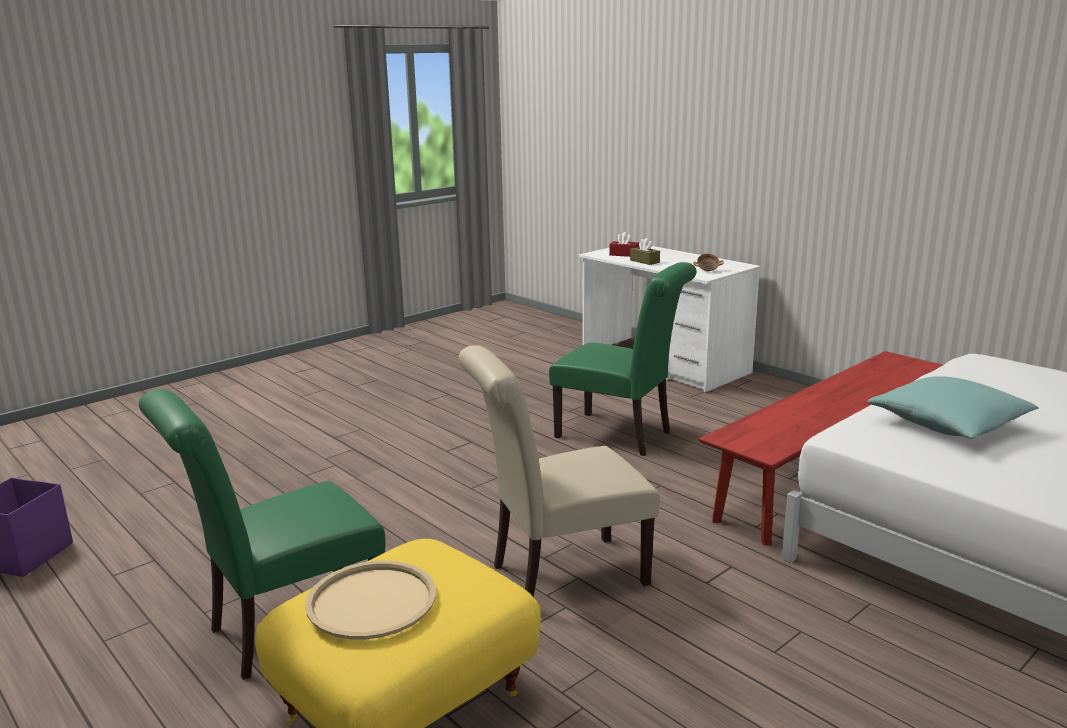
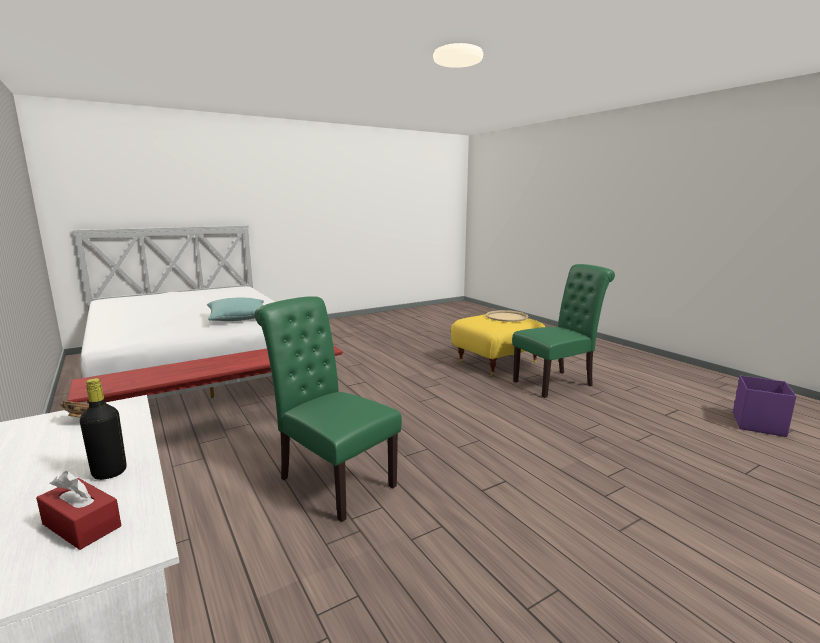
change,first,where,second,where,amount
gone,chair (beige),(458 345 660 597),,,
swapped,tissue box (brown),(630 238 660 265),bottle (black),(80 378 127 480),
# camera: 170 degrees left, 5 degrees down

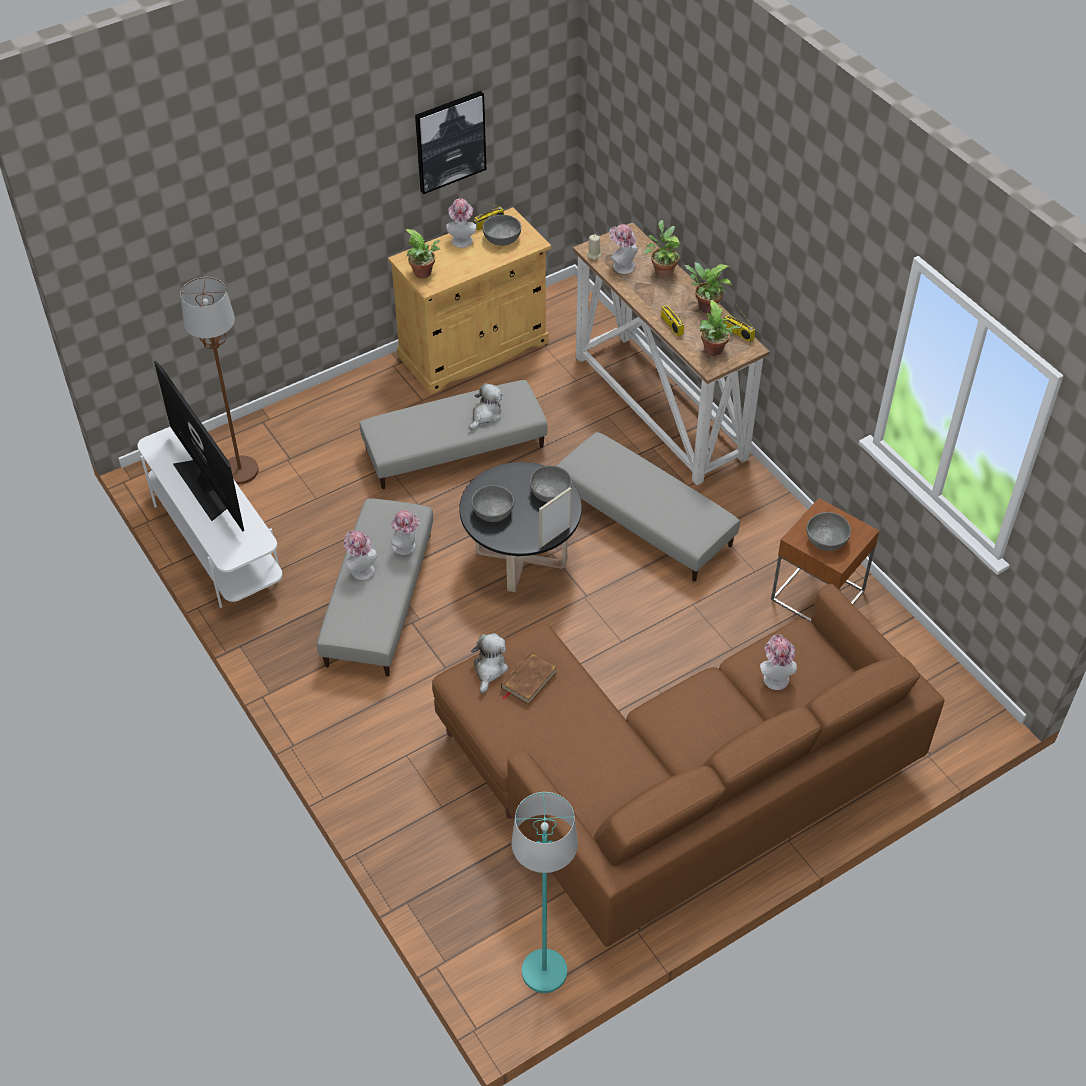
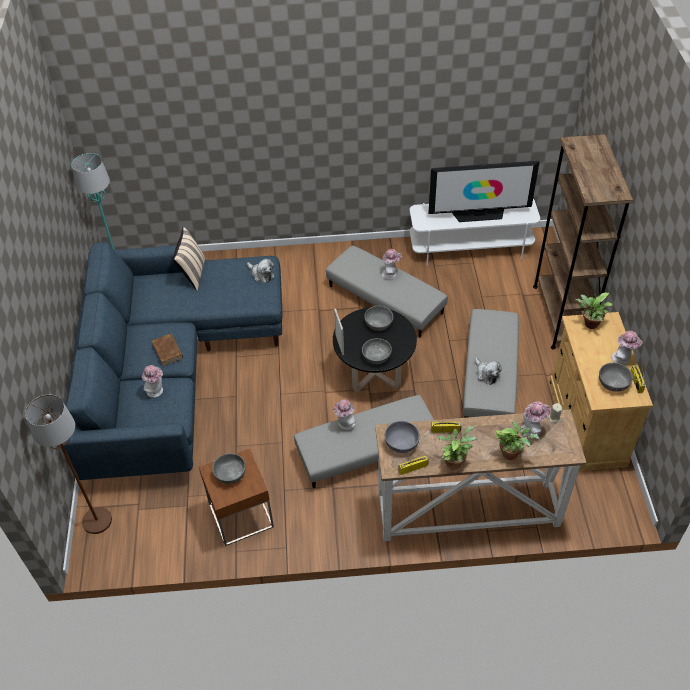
change,first,where,second,where,amount
gone,picture,(415 91 486 194),,,
new,,,pillow (beige),(173 227 206 291),
new,,,bookcase (brown),(533 134 633 350),
shifted,floor lamp (brown),(180 277 259 484),,(25 395 112 534),
shifted,hat,(391 510 420 555),,(333 399 356 430),
shifted,book (brown),(501 651 558 705),,(152 333 183 366),
swapped,potted plant,(699 300 741 356),bowl (grey),(385 421 420 453),
repainted,sofa (brown),(432 584 945 947),sofa (blue),(64 242 283 480),
# camera: 120 degrees right, 0 degrees up

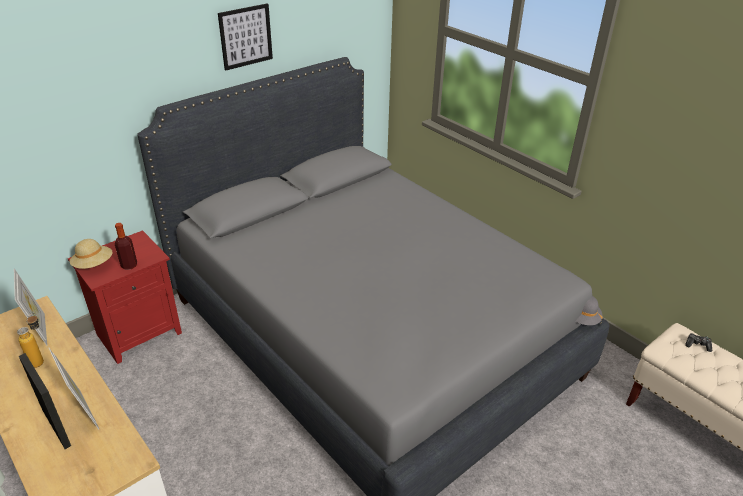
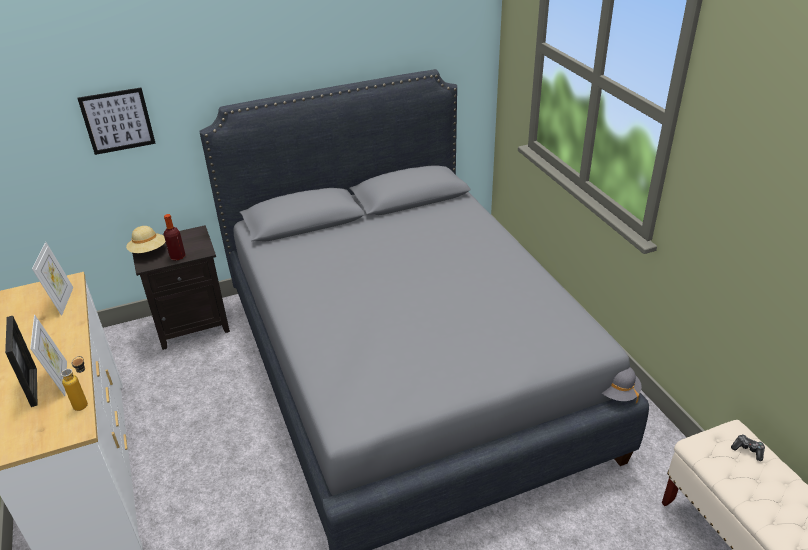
change,first,where,second,where,amount
shifted,bottle,(17 313 44 368),,(61 356 88 411),
shifted,picture,(218 3 273 70),,(77 87 156 155),
repainted,nightstand (red),(68 230 182 364),nightstand (black),(132 225 230 350),
# camera: 20 degrees right, 0 degrees up

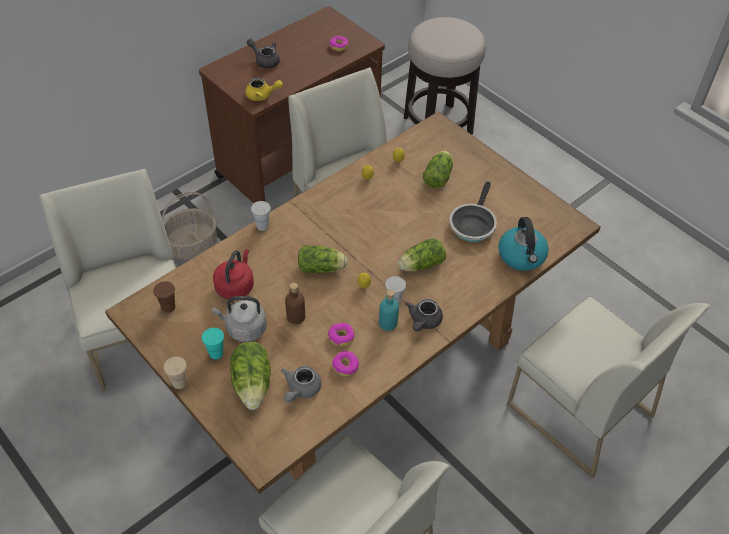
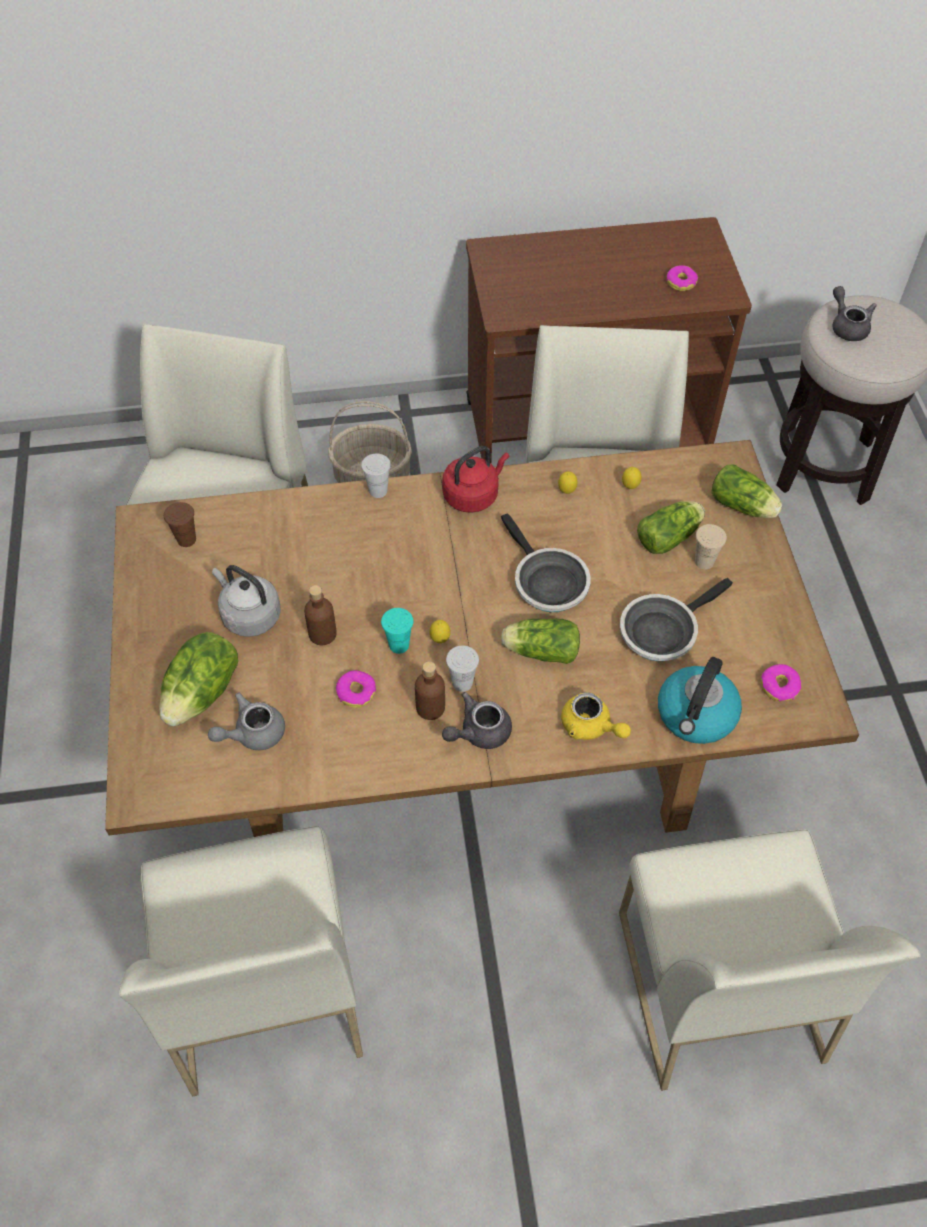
change,first,where,second,where,amount
new,,,frying pan,(501 513 591 612),
shifted,cup (beige),(163 357 187 389),,(695 524 727 569),
shifted,cup (turquoise),(202 328 224 359),,(381 608 413 654),
shifted,kettle (red),(213 249 254 299),,(442 446 509 513),
shifted,teapot (yellow),(245 78 283 101),,(561 692 631 740),
shifted,teapot (grey),(247 39 280 68),,(832 286 877 341),
shifted,lettuce,(298 245 348 273),,(712 464 782 518),
shifted,donut,(332 351 359 376),,(761 664 801 702),
repainted,bottle (turquoise),(379 290 399 331),bottle (brown),(415 661 445 720),
# camera: 35 degrees right, 5 degrees up

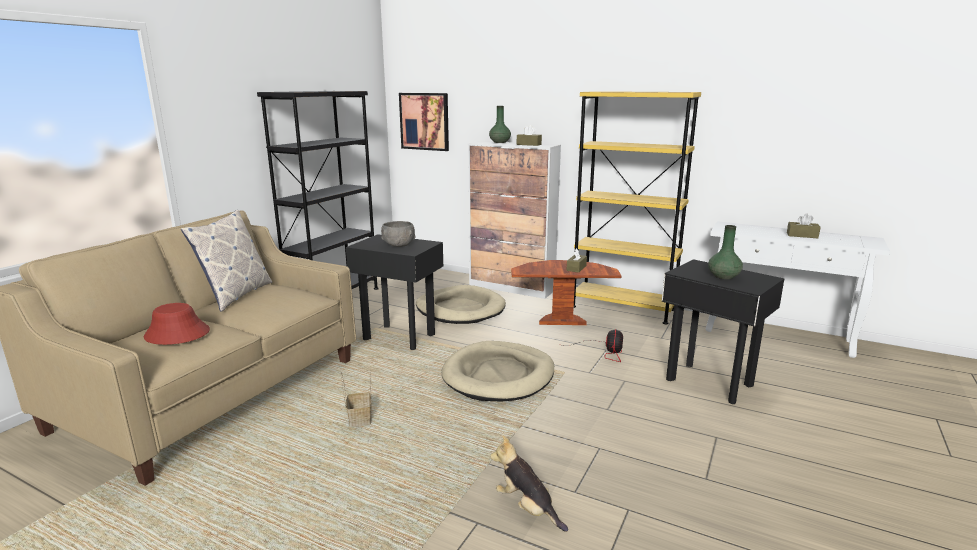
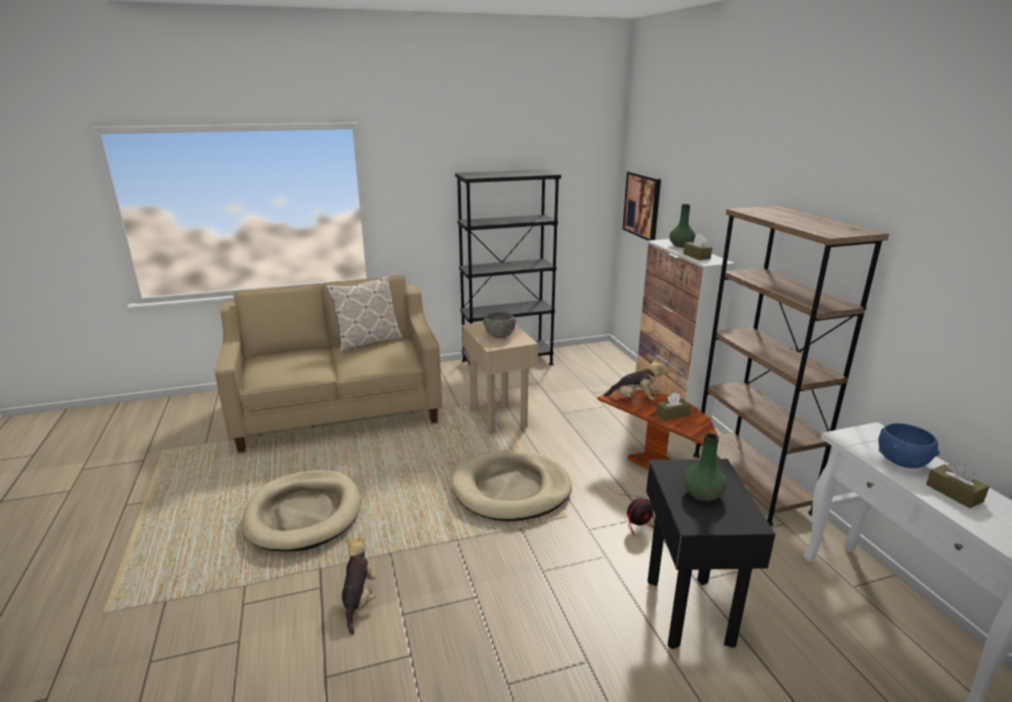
change,first,where,second,where,amount
gone,hat (red),(144 303 210 345),,,
gone,basket,(341 372 372 427),,,
new,,,plush toy,(603 357 666 400),
new,,,bowl (blue),(878 423 939 468),
shifted,dog bed (beige),(416 285 506 324),,(242 470 361 552),
repainted,side table (black),(346 234 443 350),side table (beige),(462 322 538 434),
repainted,bookcase (yellow),(574 91 701 324),bookcase (brown),(693 206 889 526),
# camera: 45 degrees right, 5 degrees up

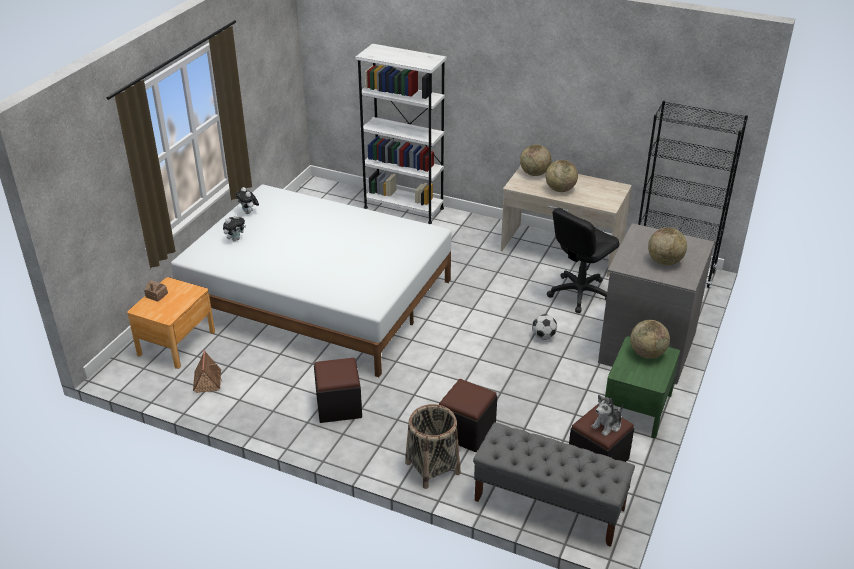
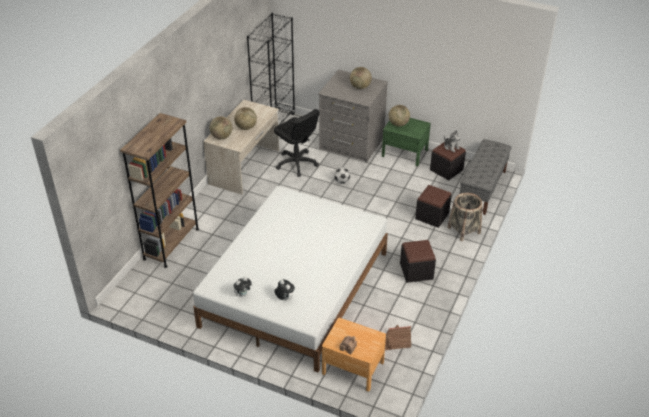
change,first,where,second,where,amount
repainted,bookcase (white),(355 44 447 224),bookcase (brown),(120 113 199 268),
# camera: 90 degrees left, 5 degrees up

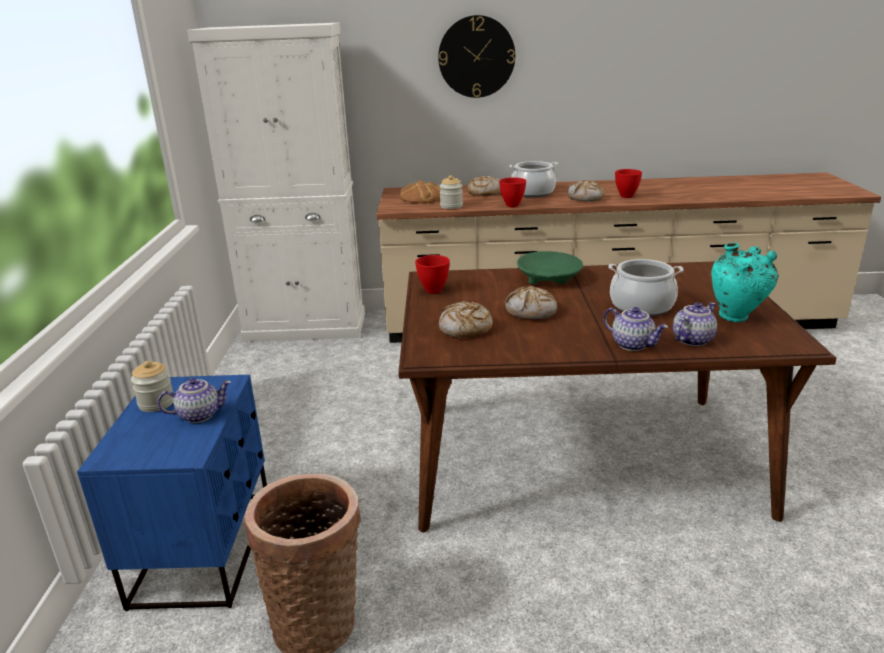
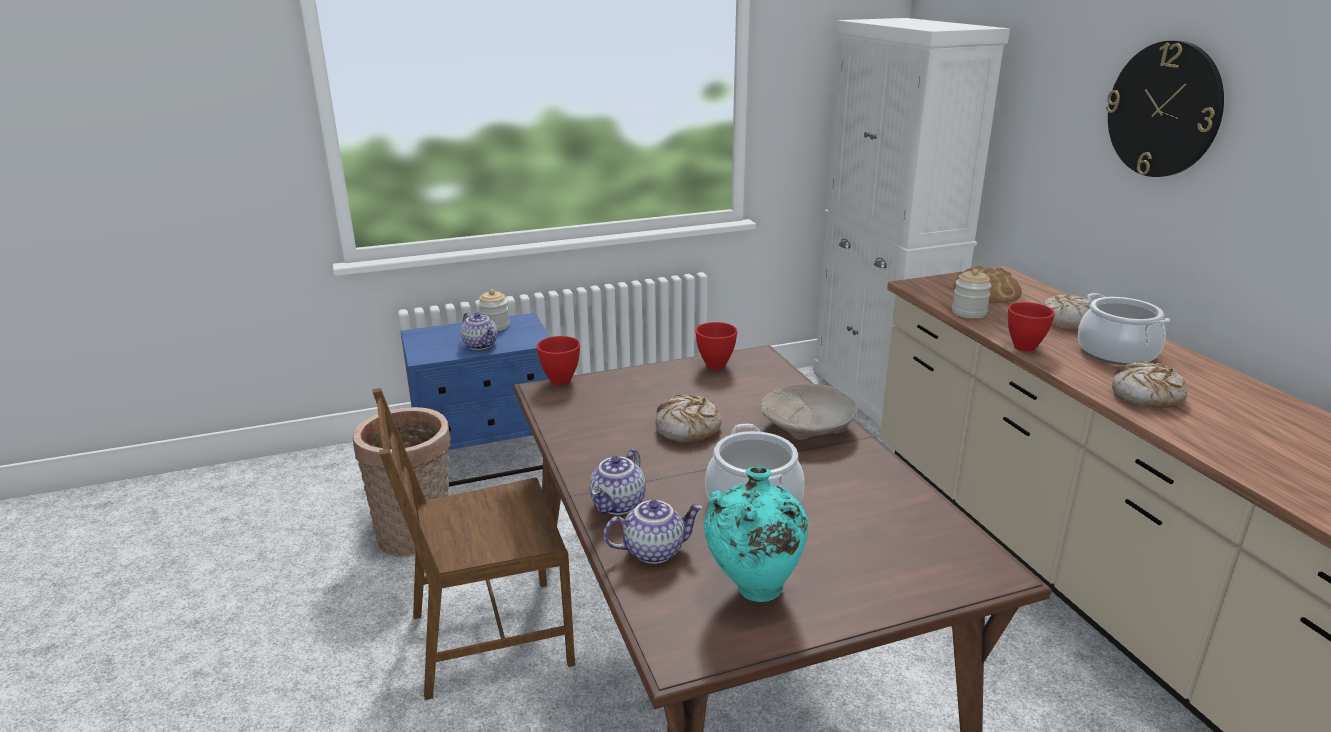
change,first,where,second,where,amount
gone,bread,(439 301 493 338),,,
new,,,chair (brown),(372 388 575 700),
shifted,bowl (red),(615 169 642 198),,(536 336 580 386),
repainted,bowl (green),(517 251 583 284),bowl (beige),(761 384 858 440),
rotated,teapot,(673 302 717 346),,(603 500 703 564),45 degrees counterclockwise
# camera: 70 degrees right, 0 degrees up

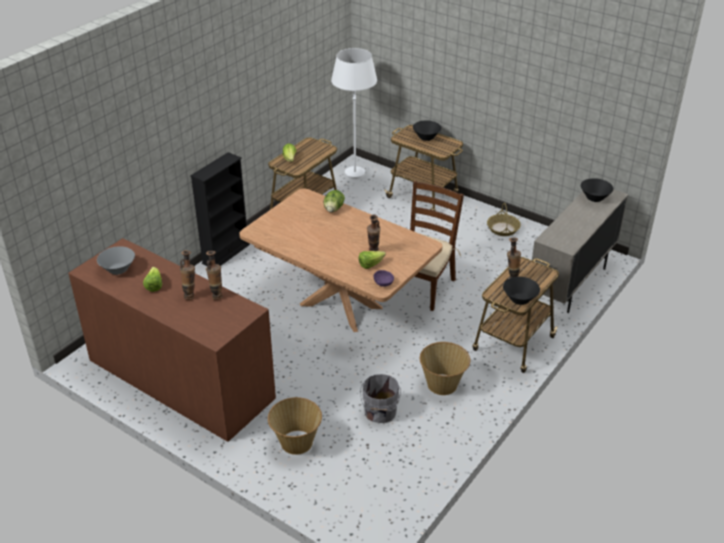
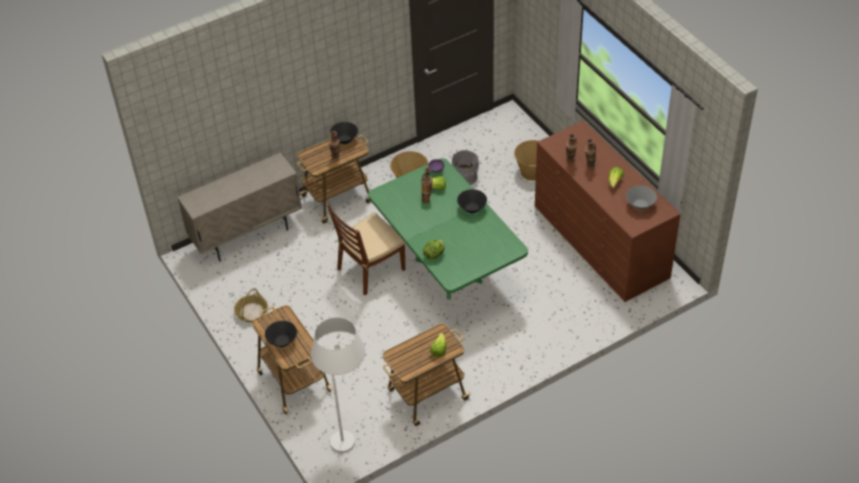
change,first,where,second,where,amount
gone,bookcase (black),(190 152 250 266),,,
shifted,bowl (black),(581 178 614 202),,(457 189 487 213),
repainted,dining table (brown),(239 188 443 332),dining table (green),(368 158 528 300),
# camera: 155 degrees left, 10 degrees up

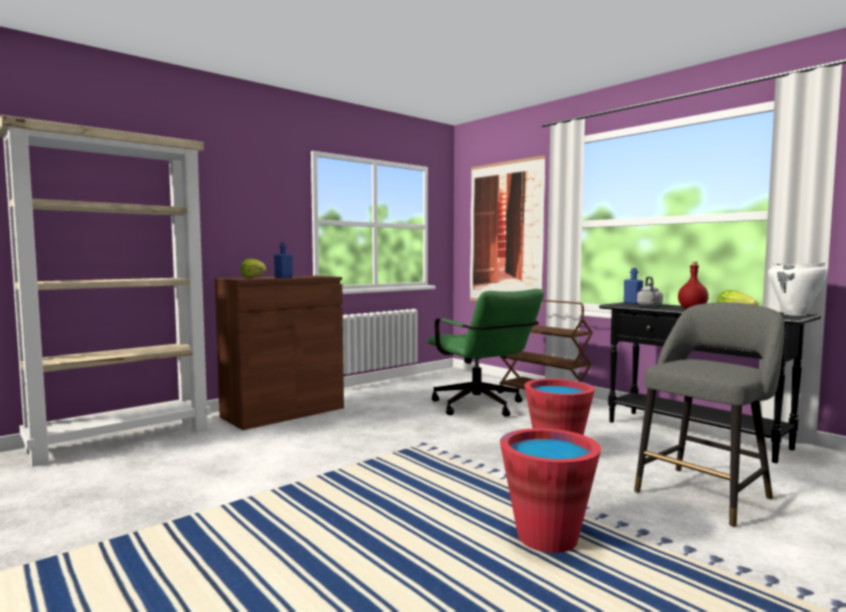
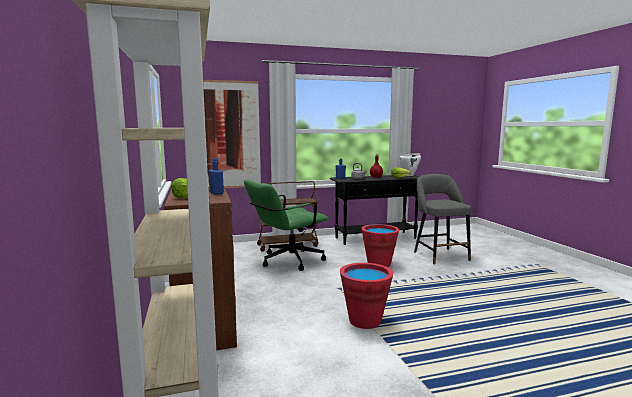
change,first,where,second,where,amount
shifted,bucket (red),(500 428 601 553),,(340 263 393 329),
rotated,office chair (green),(427 289 544 416),,(244 179 328 271),150 degrees clockwise
# camera: 65 degrees left, 5 degrees up

